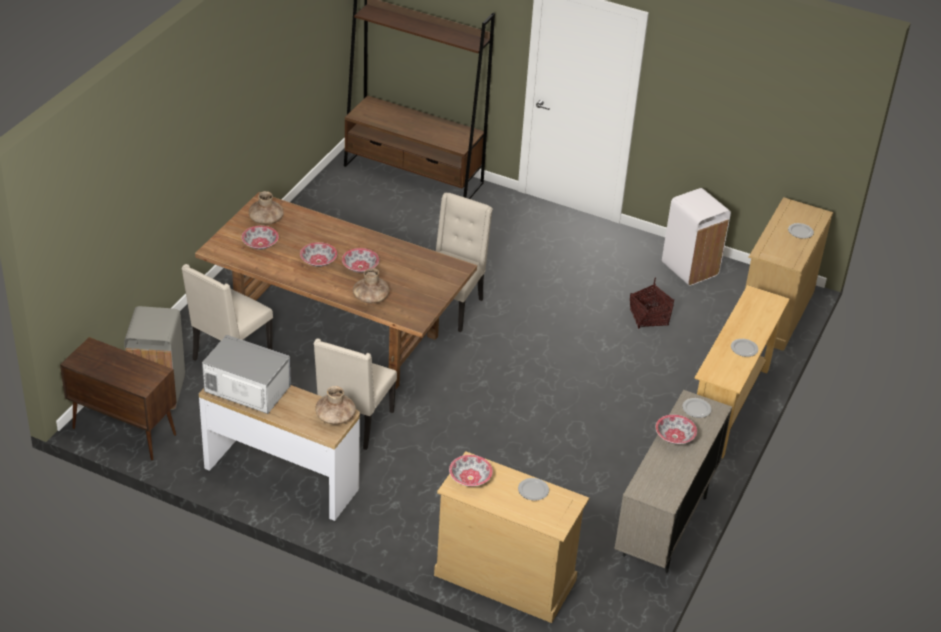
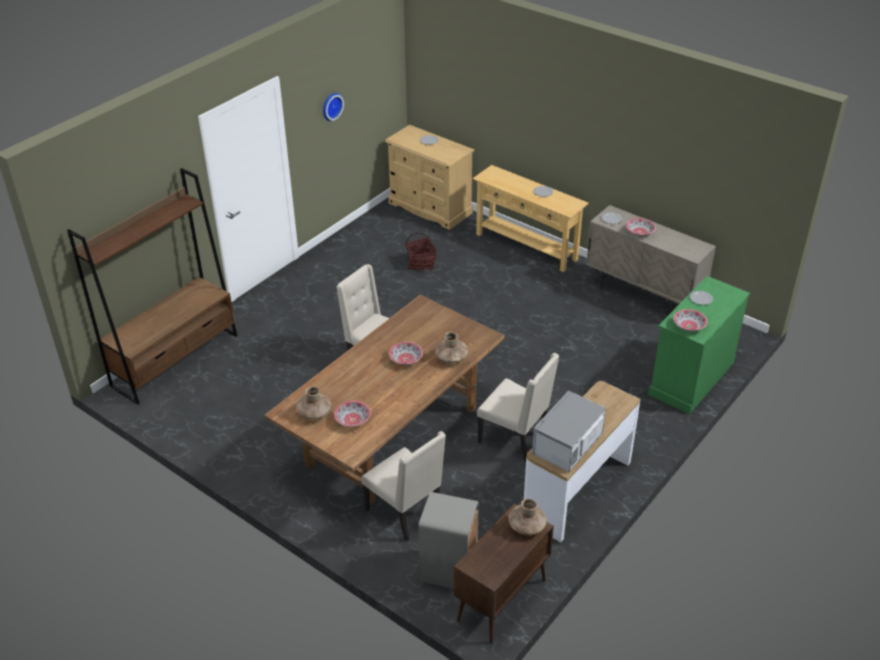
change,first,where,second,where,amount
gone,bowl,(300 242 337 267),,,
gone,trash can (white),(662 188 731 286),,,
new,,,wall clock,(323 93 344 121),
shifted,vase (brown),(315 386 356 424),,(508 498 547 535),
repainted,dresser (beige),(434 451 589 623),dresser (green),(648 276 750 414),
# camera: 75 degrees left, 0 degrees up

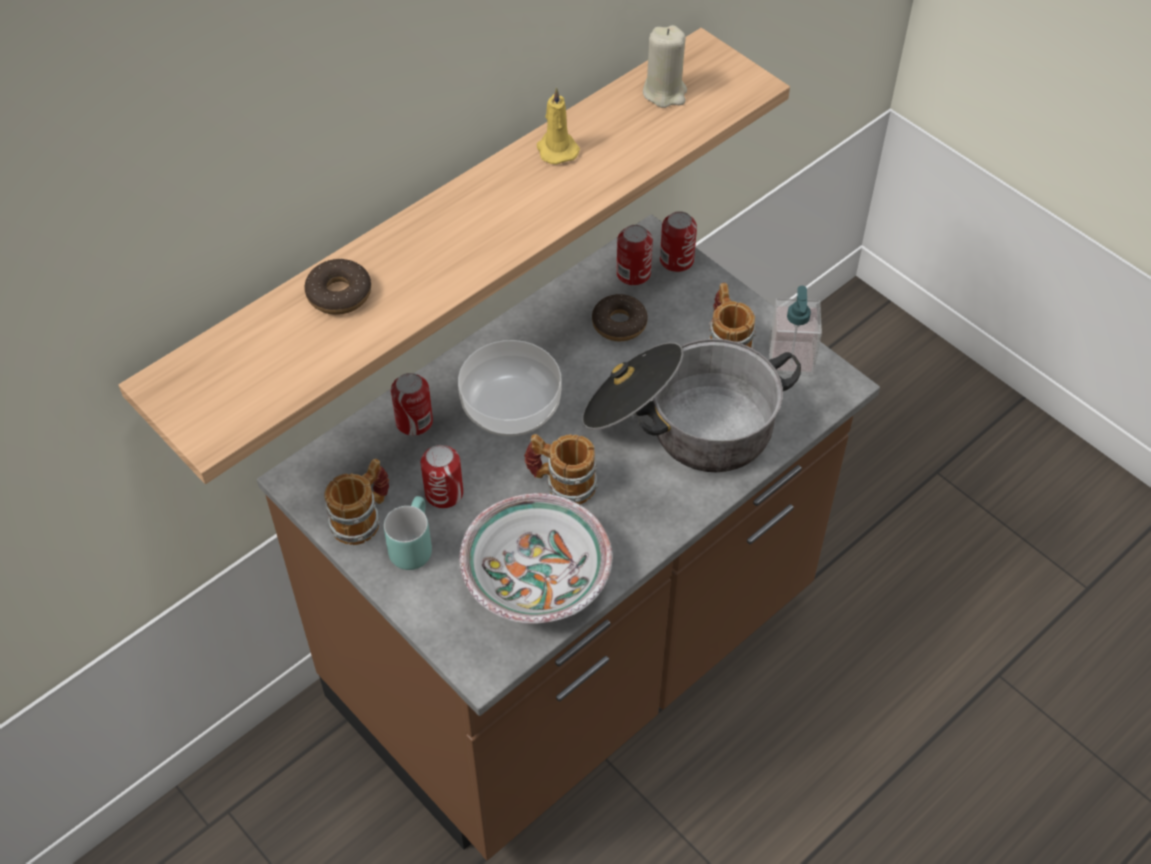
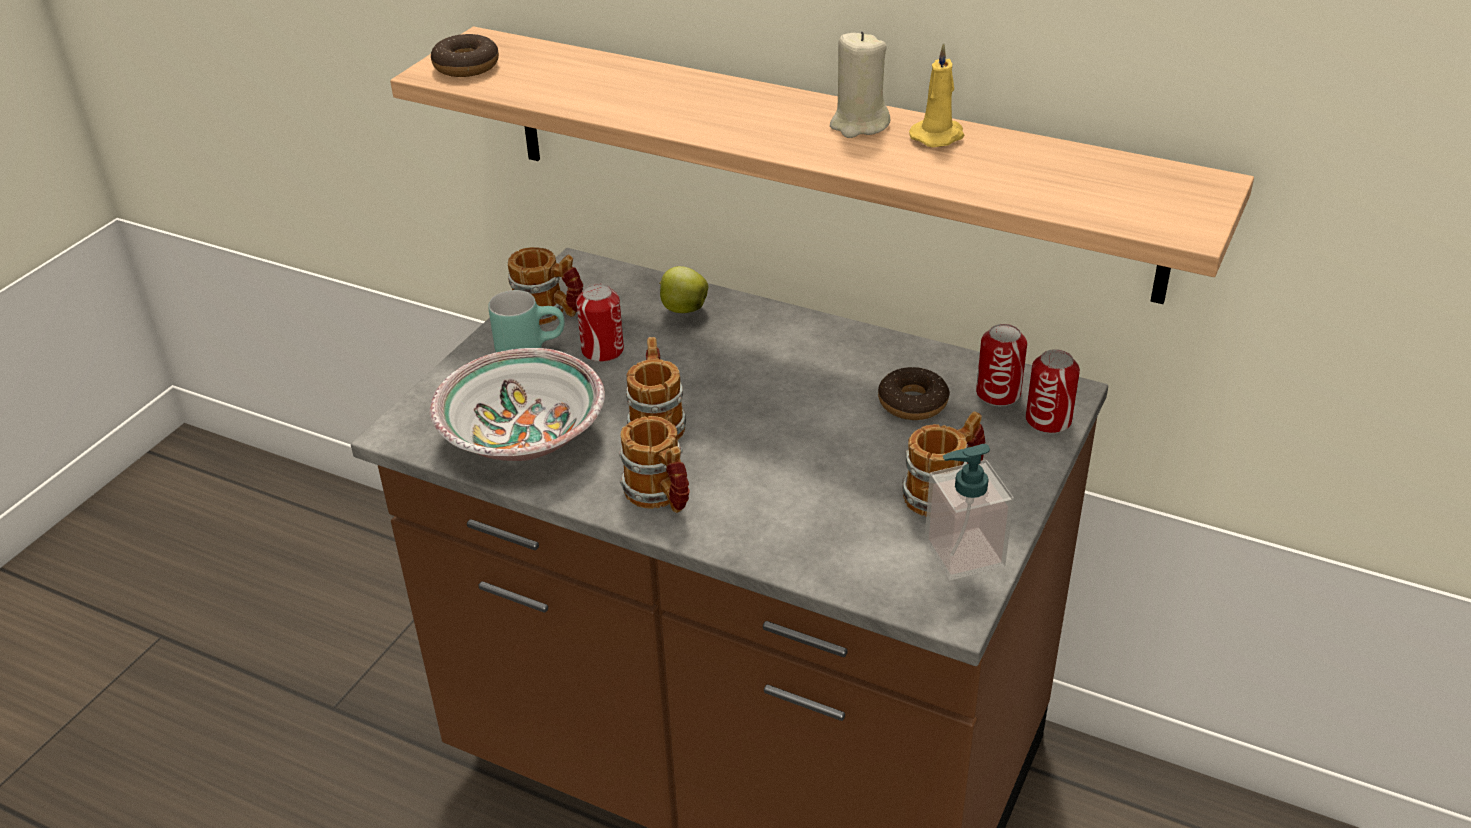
change,first,where,second,where,amount
gone,bowl,(458 340 562 436),,,
gone,cooking pot,(582 339 801 472),,,
new,,,mug,(619 416 690 513),
shifted,donut,(305 259 371 315),,(431 34 499 77),
shifted,candle (beige),(643 25 687 108),,(830 31 890 138),
swapped,can,(391 373 433 436),apple,(659 266 708 313),
# camera: 70 degrees right, 15 degrees down

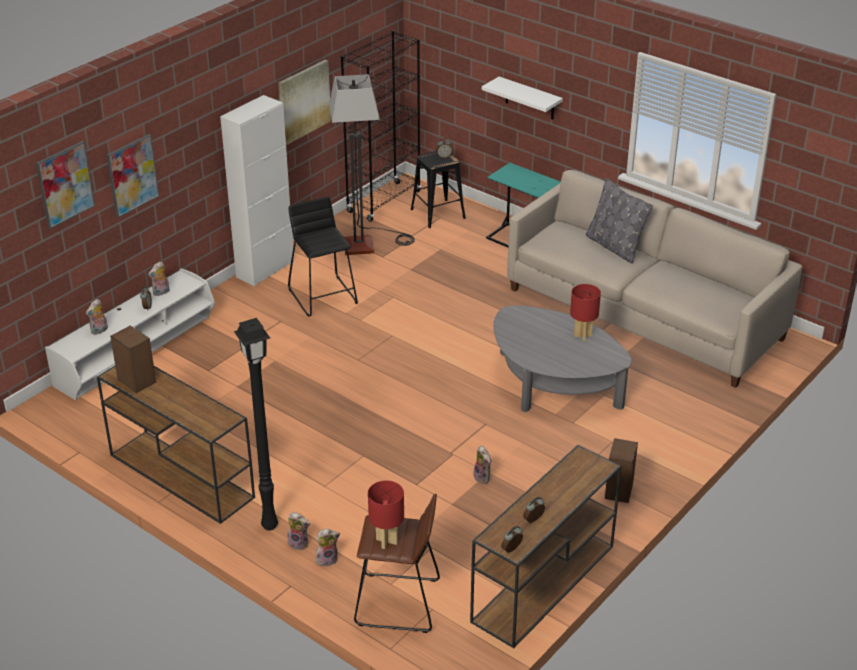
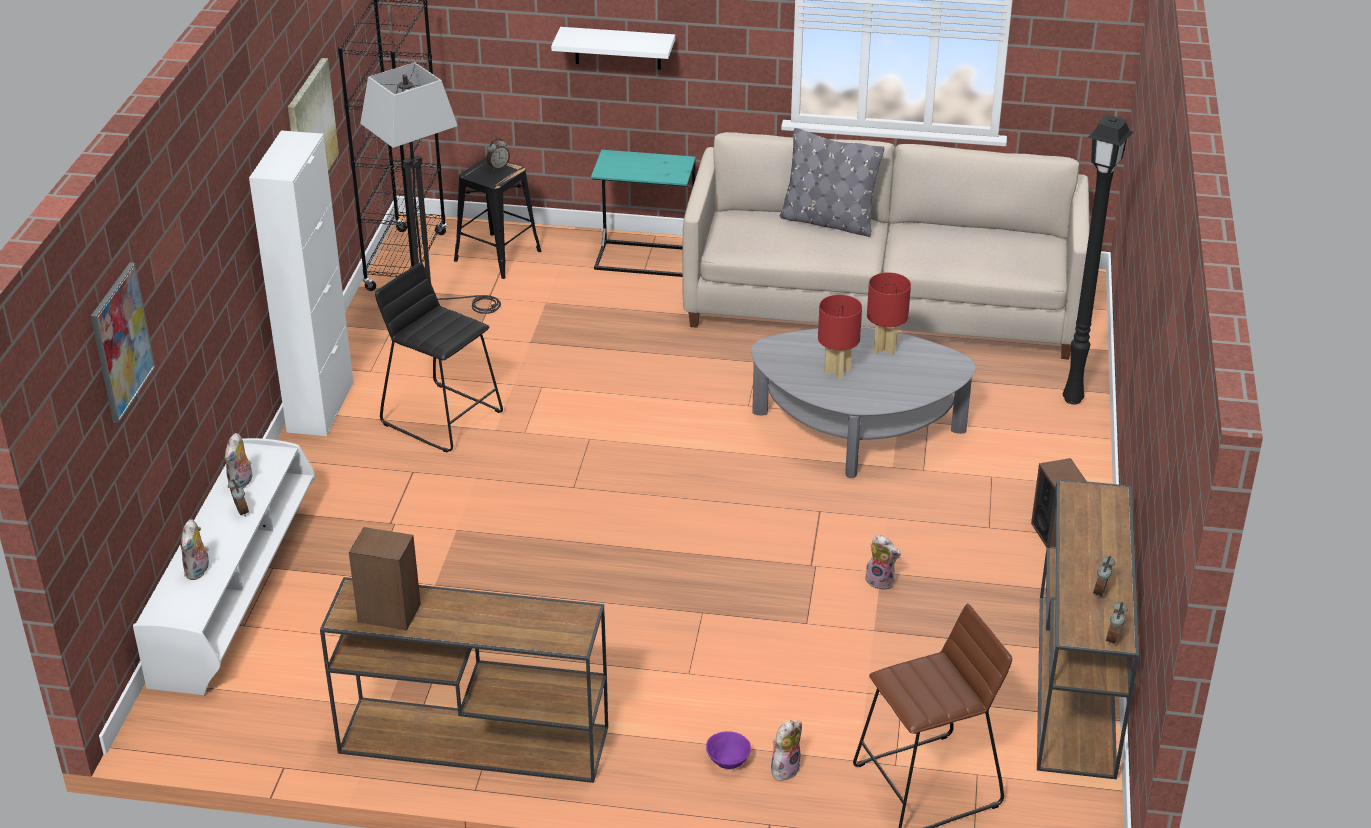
change,first,where,second,where,amount
gone,picture,(107 134 159 218),,,
shifted,floor lamp (black),(234 318 278 530),,(1063 114 1133 405),
shifted,table lamp (red),(368 480 404 549),,(818 295 862 379),
swapped,plush toy,(287 512 310 550),bowl (purple),(706 731 751 769),
# camera: 30 degrees left, 0 degrees up

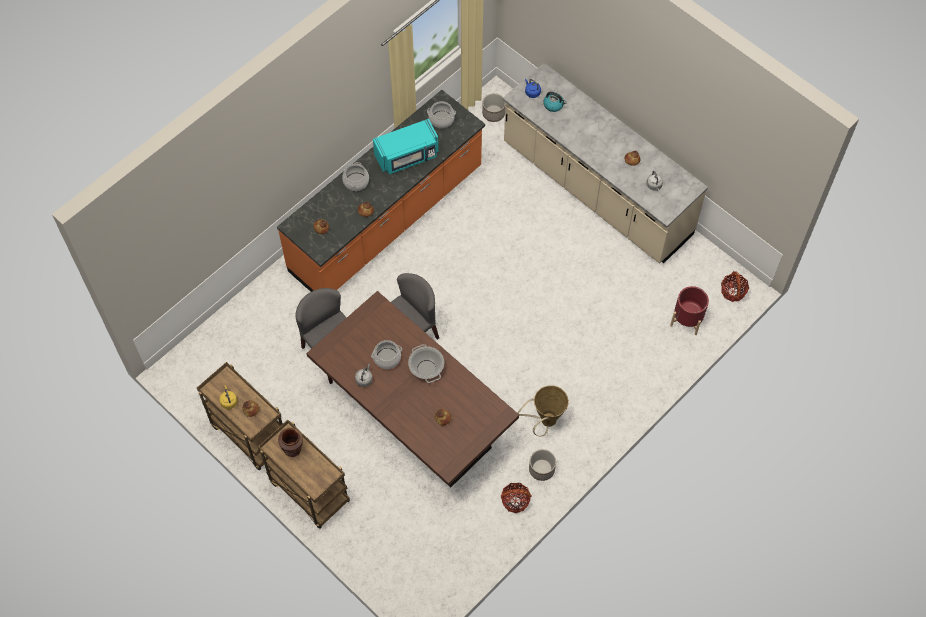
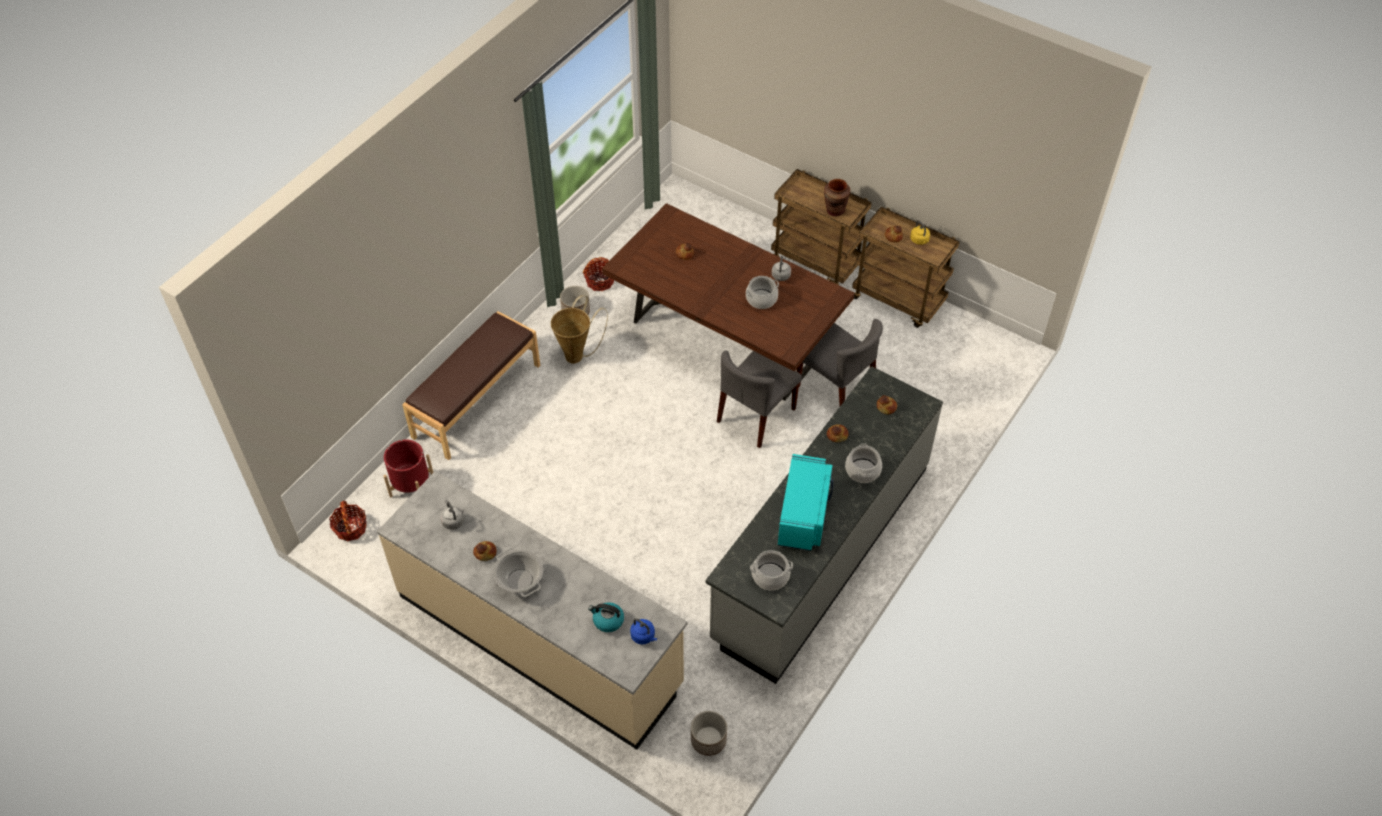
change,first,where,second,where,amount
new,,,bench (brown),(402 311 540 460),
shifted,cooking pot,(408 344 444 383),,(493 548 543 597),
repainted,counter (orange),(277 90 485 292),counter (grey),(706 366 943 684),
rotated,microwave (turquoise),(373 119 438 174),,(778 454 833 551),135 degrees clockwise
# camera: 170 degrees right, 10 degrees down

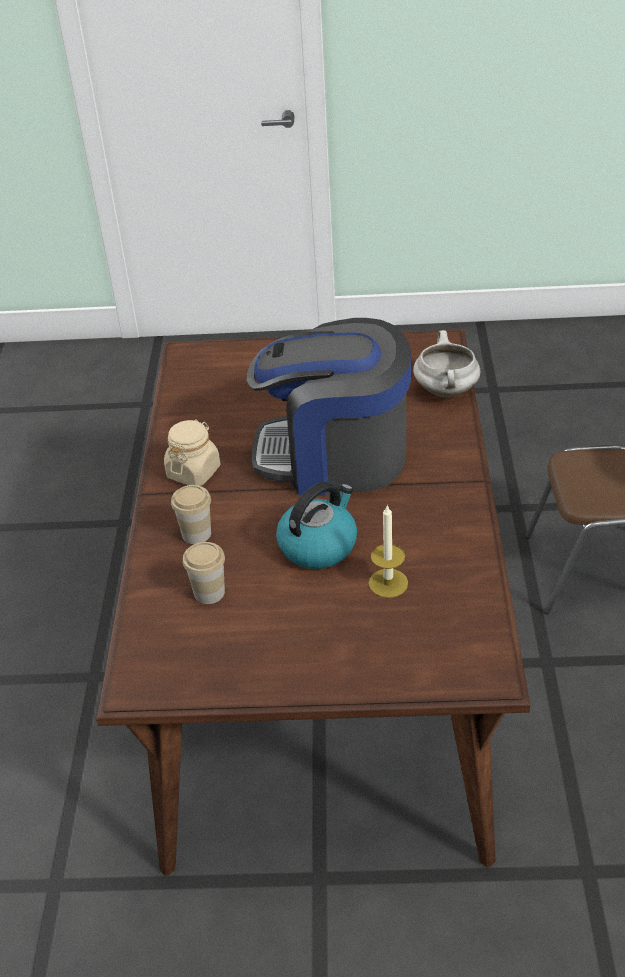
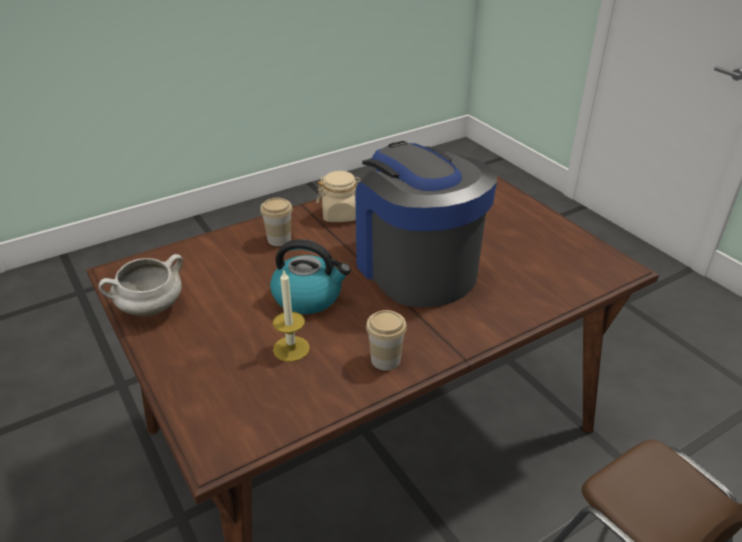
change,first,where,second,where,amount
shifted,cup,(183 542 225 604),,(366 310 407 371),
shifted,cooking pot (white),(413 330 480 397),,(99 254 183 316),
# camera: 55 degrees right, 5 degrees down

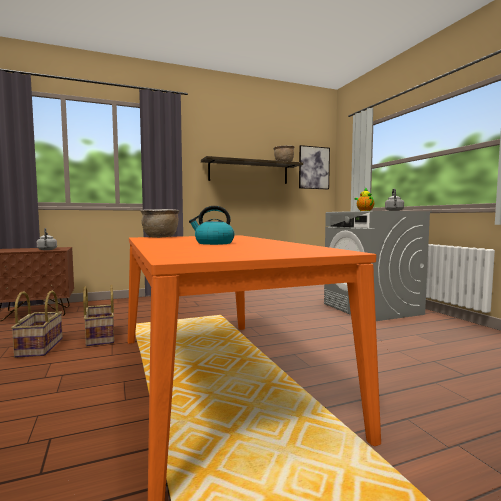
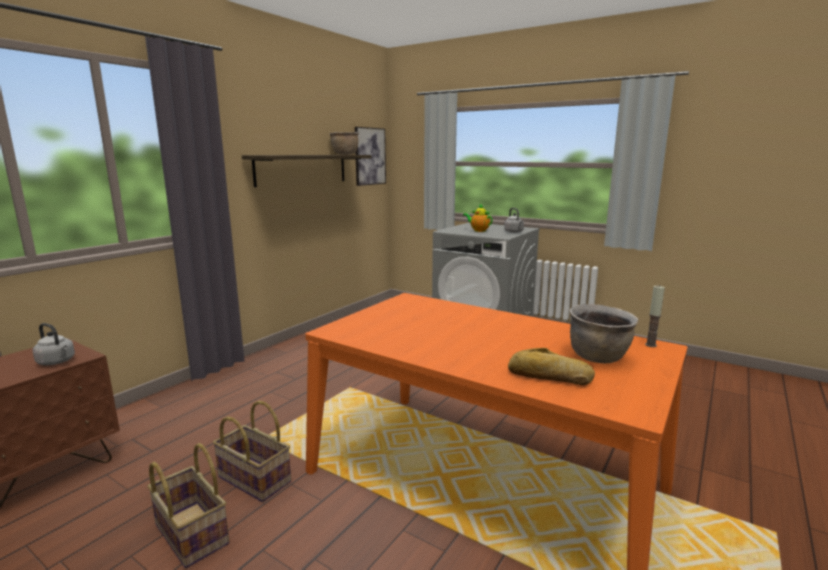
change,first,where,second,where,amount
gone,kettle,(189 206 235 245),,,
new,,,bread,(508 348 595 385),
new,,,candle,(645 285 665 347),
shifted,cooking pot (brown),(140 209 180 238),,(570 304 638 363),
# camera: 35 degrees left, 10 degrees up

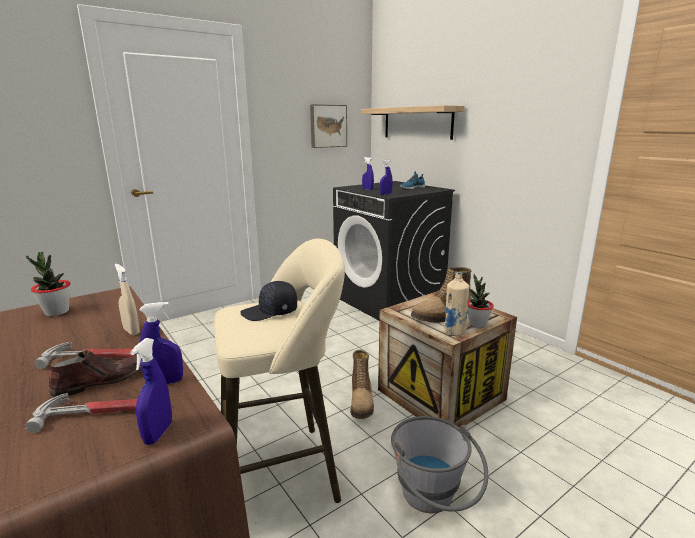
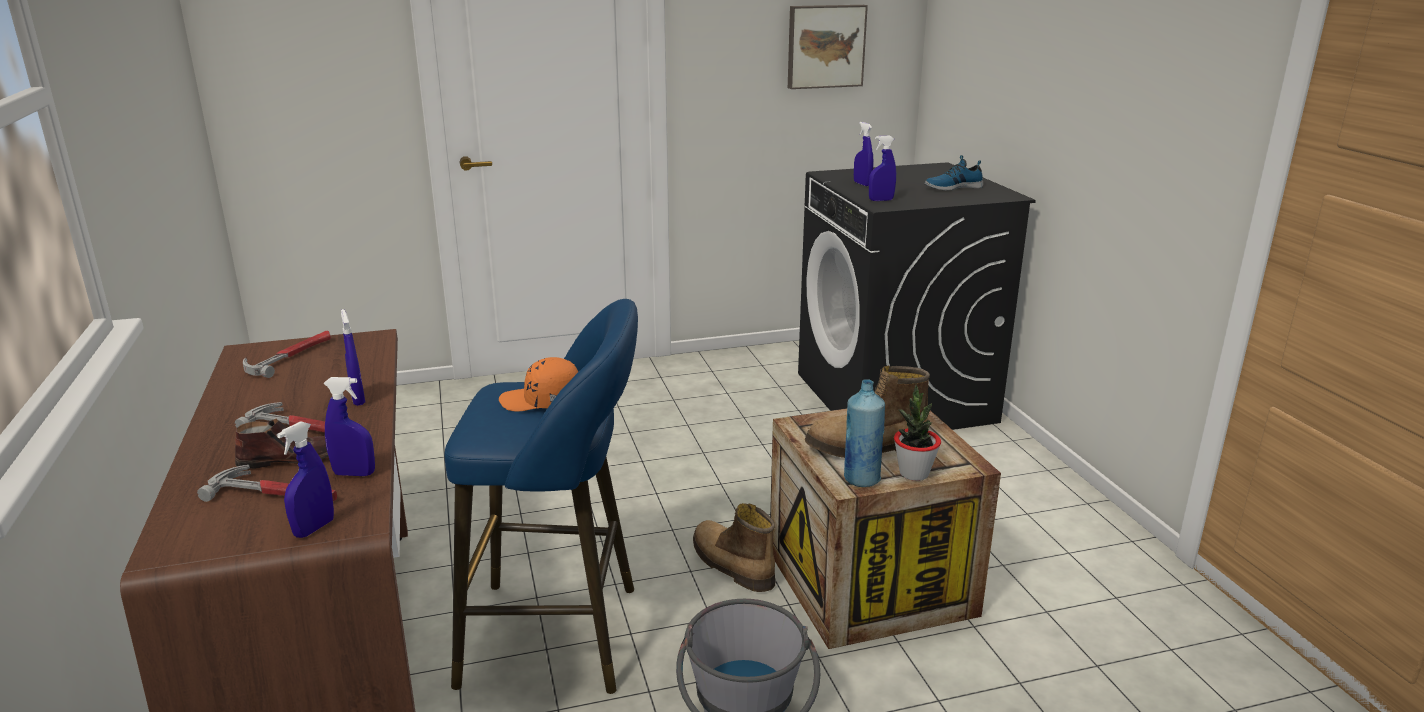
change,first,where,second,where,amount
gone,shelf,(361 105 465 140),,,
swapped,potted plant,(26 252 71 316),hammer,(243 331 331 378),
repainted,spray bottle (beige),(115 264 140 335),spray bottle (blue),(341 309 365 406),
repainted,stool (beige),(214 239 345 503),stool (blue),(445 299 638 694),
repainted,cap (black),(240 281 297 321),cap (orange),(499 357 578 412),
repainted,bottle (beige),(445 272 469 336),bottle (blue),(844 379 885 487),
rotated,boot,(350 350 374 419),,(693 503 775 592),120 degrees clockwise
# camera: 20 degrees right, 5 degrees up

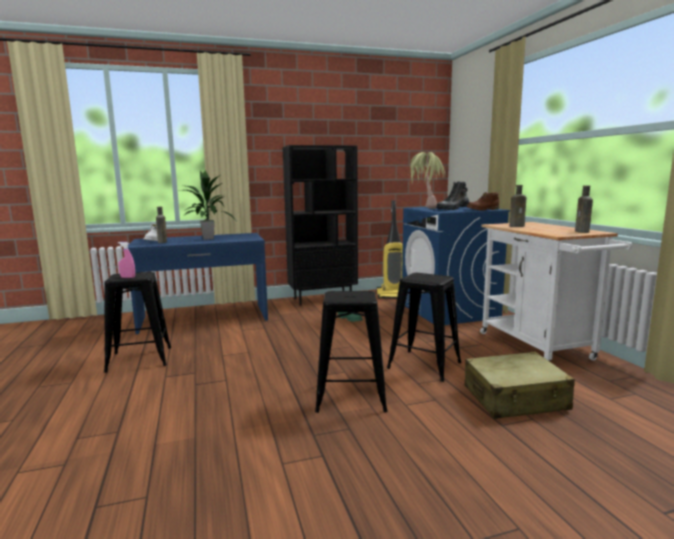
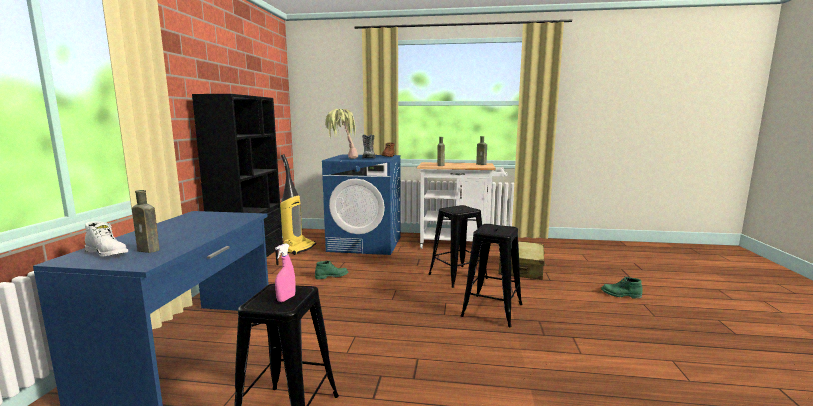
change,first,where,second,where,amount
gone,potted plant,(185 170 237 240),,,
new,,,boot (green),(601 277 643 299),
# camera: 65 degrees left, 0 degrees up

